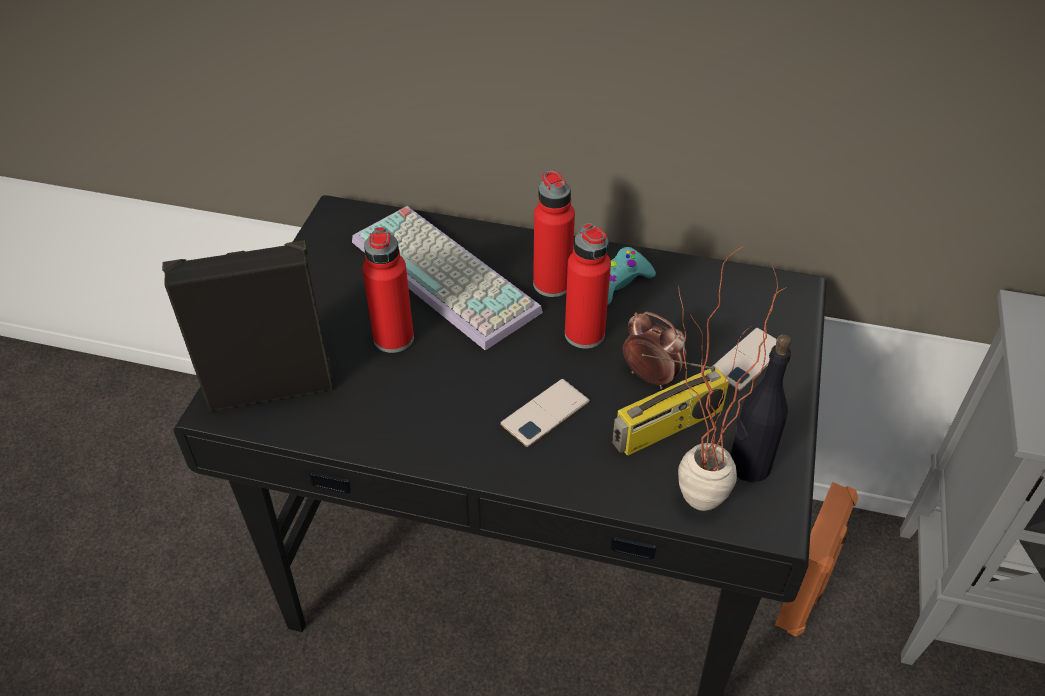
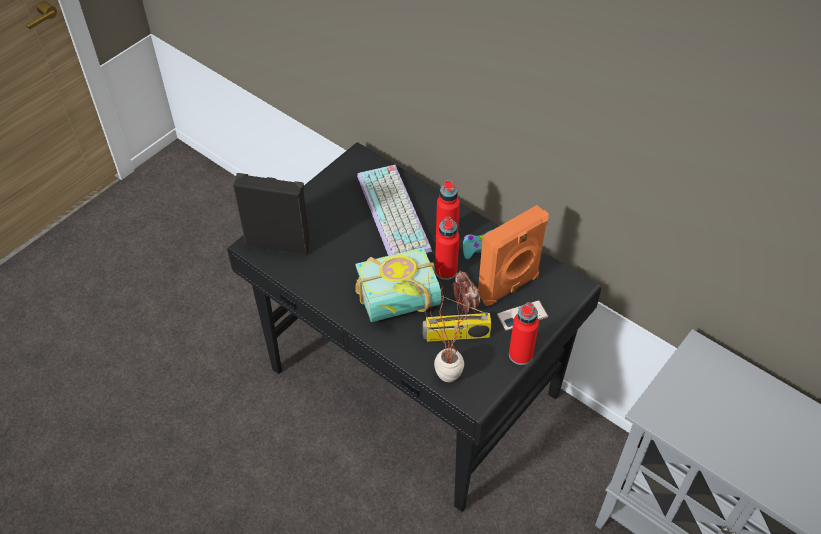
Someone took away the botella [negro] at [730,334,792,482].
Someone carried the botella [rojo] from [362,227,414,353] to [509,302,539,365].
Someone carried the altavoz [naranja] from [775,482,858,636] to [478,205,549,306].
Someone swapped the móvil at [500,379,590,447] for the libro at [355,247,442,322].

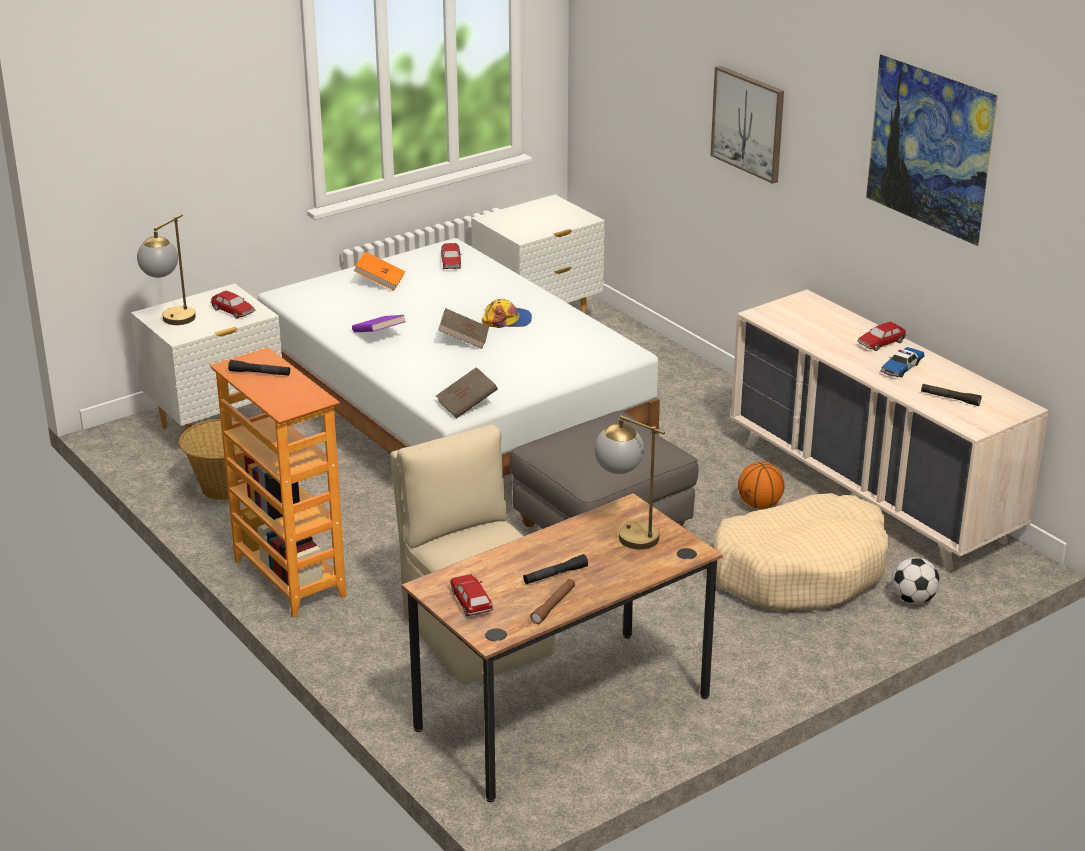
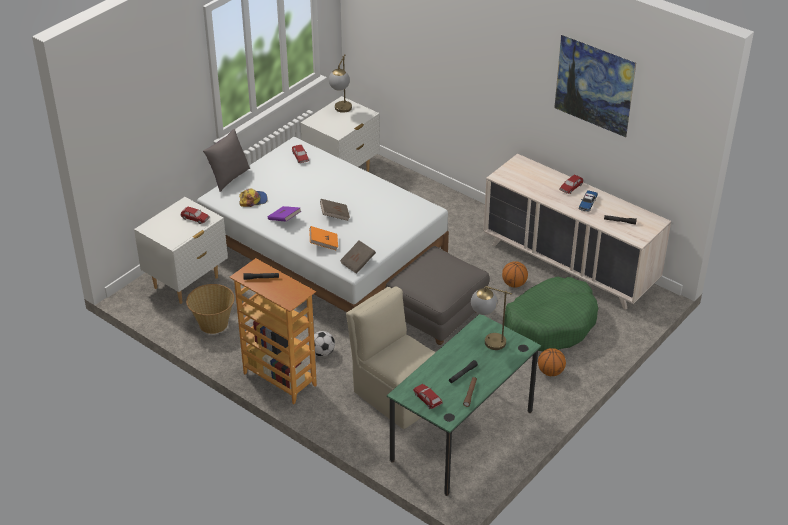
Someone took away the cuadro at [710,66,784,184].
Someone put down the cojín [gris] at [203,129,250,192].
Someone put down the balón de baloncesto at [538,348,566,376].
Someone carried the lámpara de mesa from [137,214,196,325] to [329,54,352,113].
Someone carried the libro [naranja] from [354,252,405,291] to [309,226,338,251].
Someone carried the gorra from [482,299,532,328] to [239,188,268,207].
Someone carried the balón de fútbol from [892,557,940,604] to [314,331,335,356].
Someone repainted the escritorio [marrón] at [402,493,723,802], which became the escritorio [verde] at [387,314,541,496].
Someone repainted the cama para perro [beis] at [714,493,888,611], which became the cama para perro [verde] at [504,277,598,351].

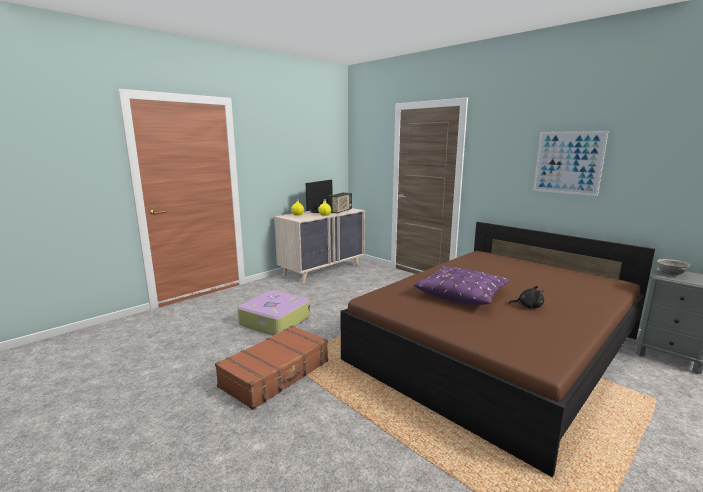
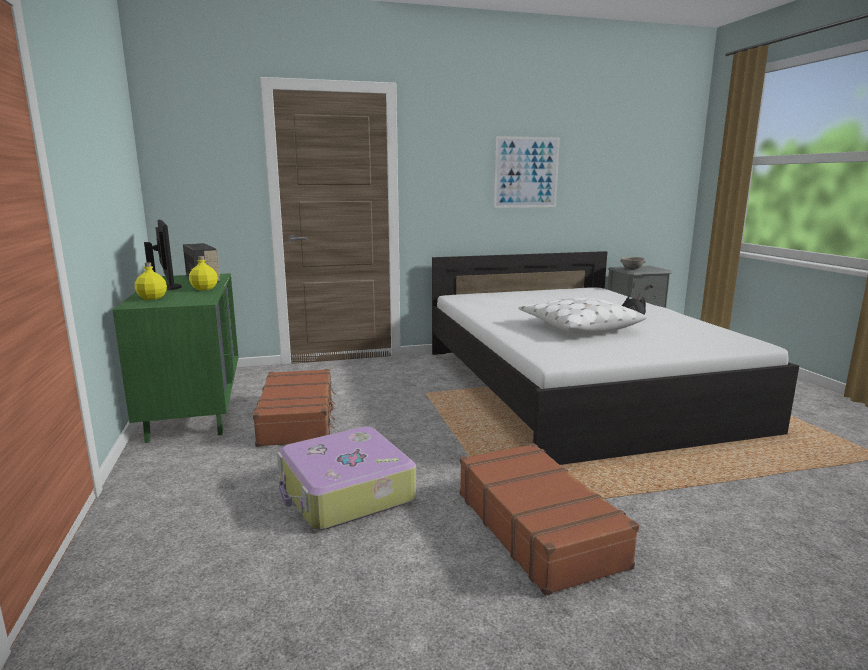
Someone put down the maleta [marrón] at [253,369,336,447].
Someone repainted the cómoda [beis] at [274,208,365,284], which became the cómoda [verde] at [113,273,239,443].
Someone repainted the cama [marrón] at [340,222,655,477], which became the cama [blanco] at [432,251,799,465].
Someone repainted the cojín [morado] at [413,266,510,305], which became the cojín [blanco] at [518,297,647,334].

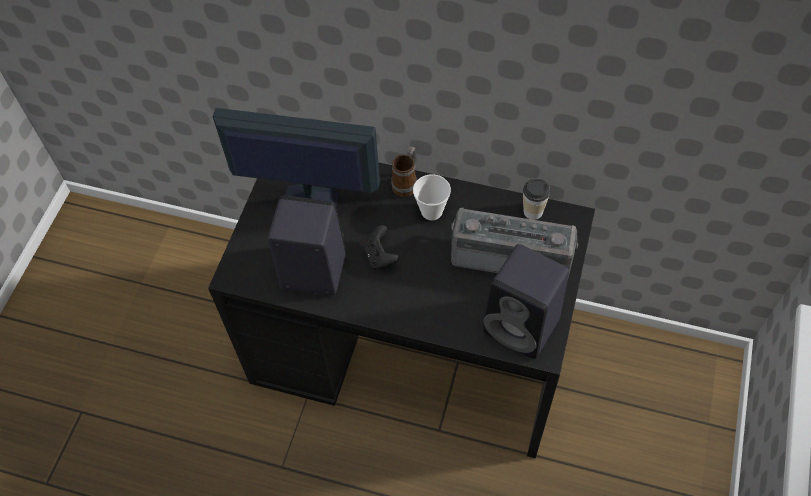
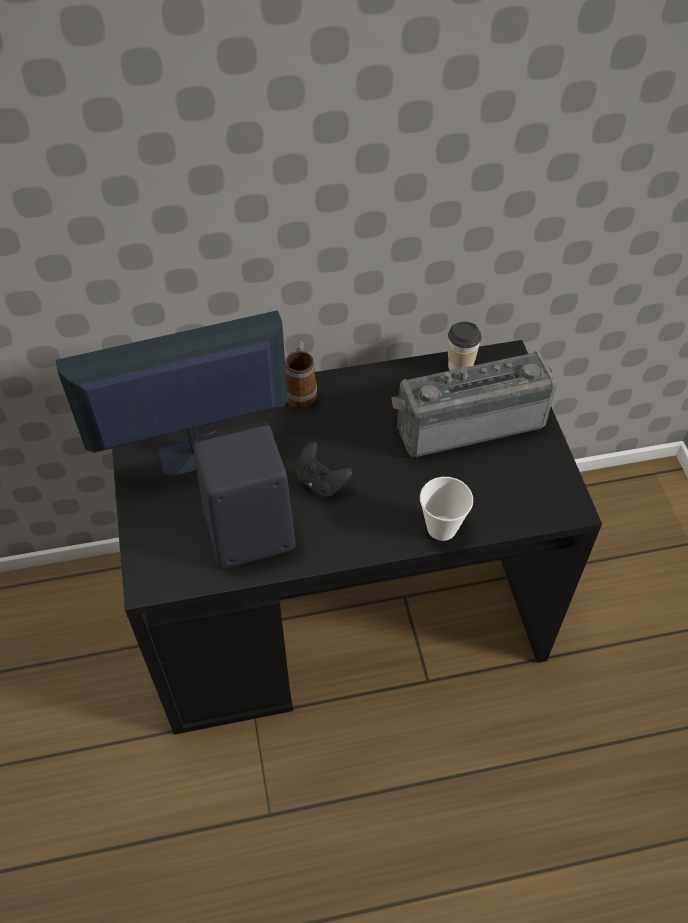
Someone took away the altavoz [negro] at [483,244,569,359].
Someone carried the taza from [413,174,451,220] to [420,477,473,541].

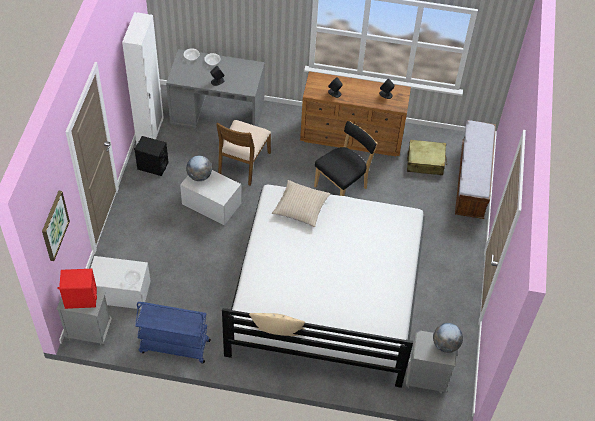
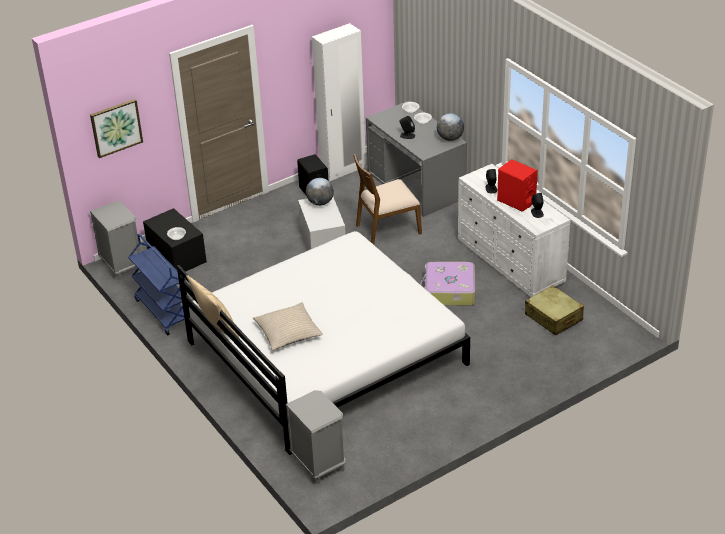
Someone took away the banco at [455,120,496,219].
Someone carried the altavoz [rojo] from [57,269,97,309] to [497,159,538,212].
Someone carried the cojín [beis] from [272,180,330,227] to [253,302,323,351].
Someone carried the globo terráqueo from [433,323,463,353] to [437,113,464,141].
Someone swapped the silla [negro] at [314,121,378,196] for the maleta at [420,262,475,306].
Someone repainted the caja de almacenaje [blanco] at [91,256,150,309], which became the caja de almacenaje [negro] at [143,208,207,272].
Someone repainted the cómoda [marrón] at [300,71,411,156], which became the cómoda [blanco] at [458,164,571,297].

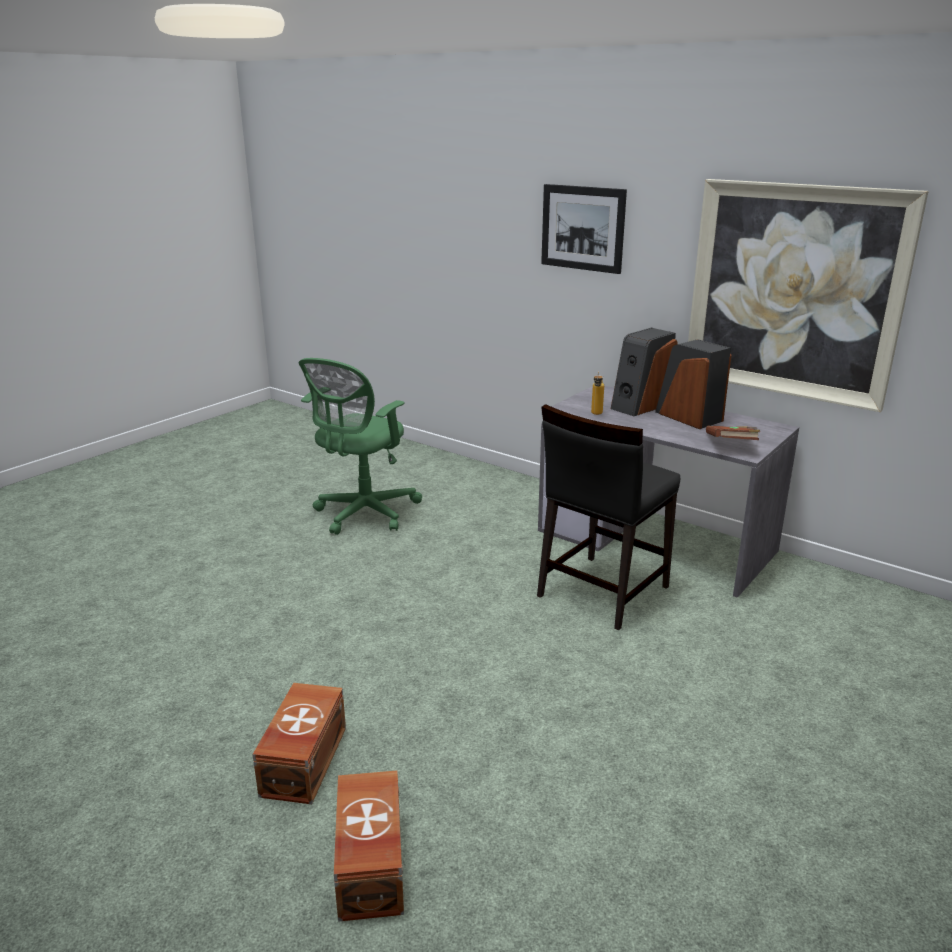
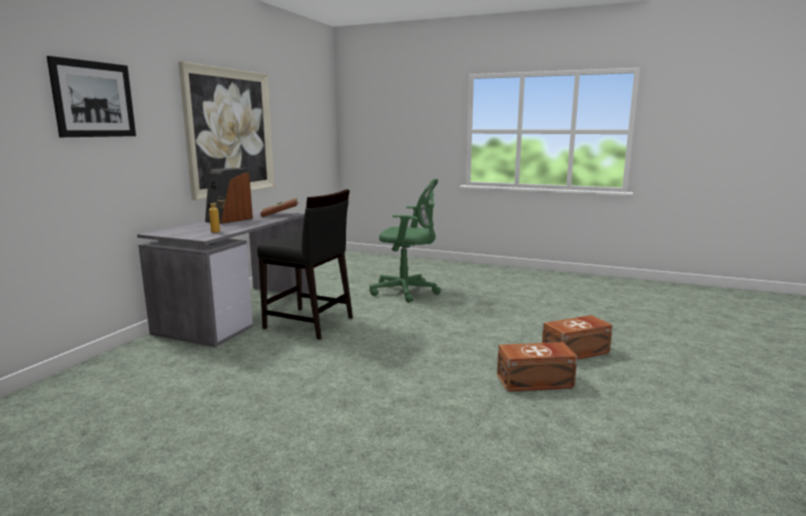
Someone took away the altavoz at [611,328,678,416].
Someone carried the silla de oficina [verde] from [299,358,422,535] to [369,179,441,303].

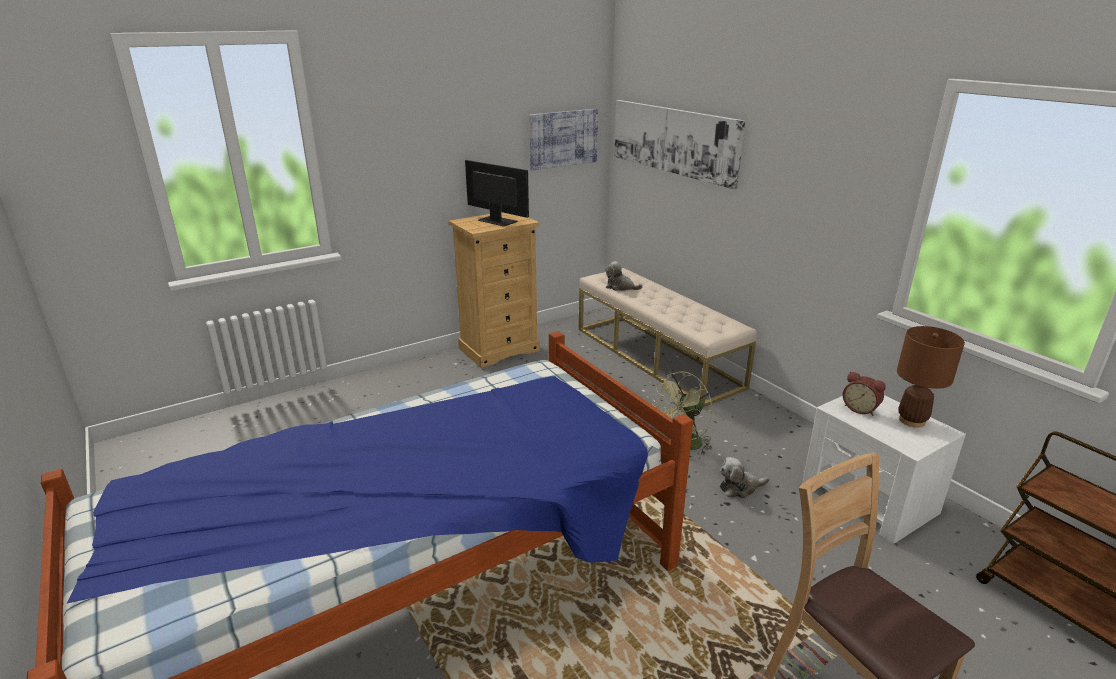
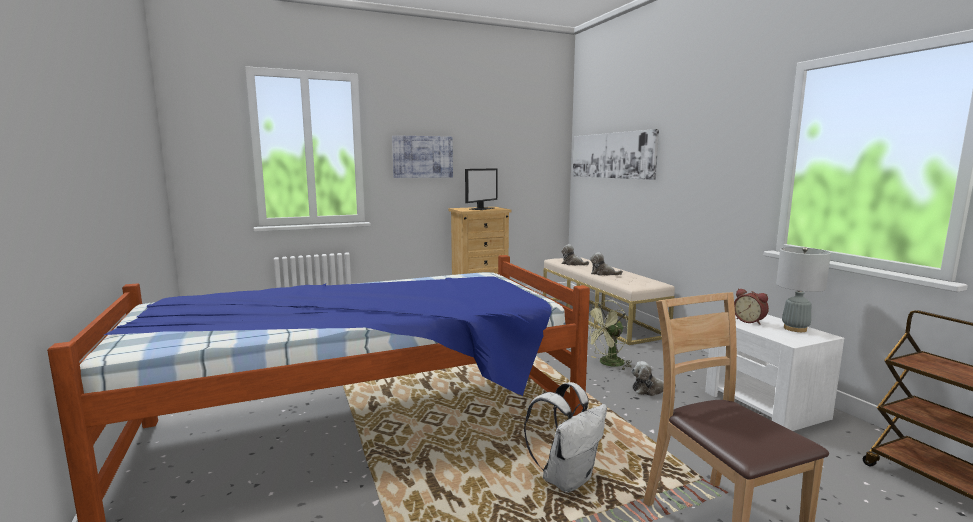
Someone put down the mochila [blanco] at [524,382,607,493].
Someone put down the peluche at [590,252,623,276].
Someone carried the cuadro from [529,109,598,170] to [392,135,453,178].
Someone repainted the lámpara de mesa [marrón] at [897,326,965,428], which became the lámpara de mesa [gris] at [776,247,831,332].
Someone rotated the monitor at [465,160,529,227] by 75 degrees clockwise.

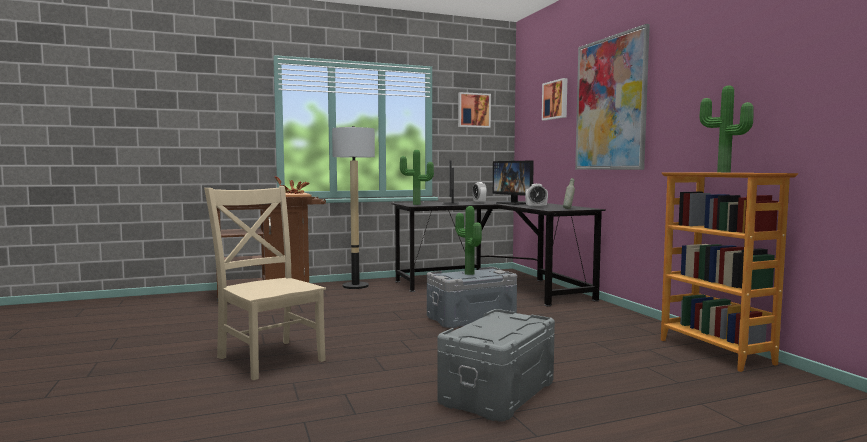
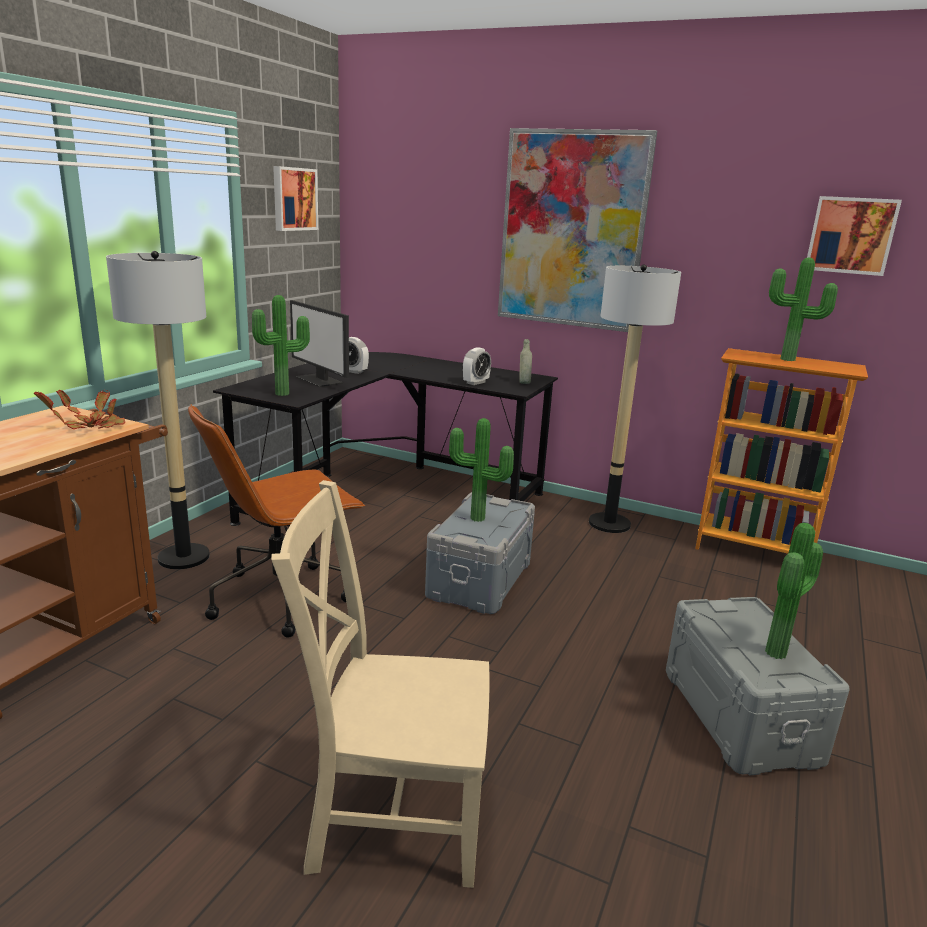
Someone took away the monitor at [493,160,534,205].
Someone put down the silla de oficina [marrón] at [188,404,365,638].
Someone put down the lámpara de pie at [589,264,681,533].
Someone put down the planta en maceta at [765,523,823,659].
Someone carried the cuadro from [542,78,567,120] to [807,196,902,276].

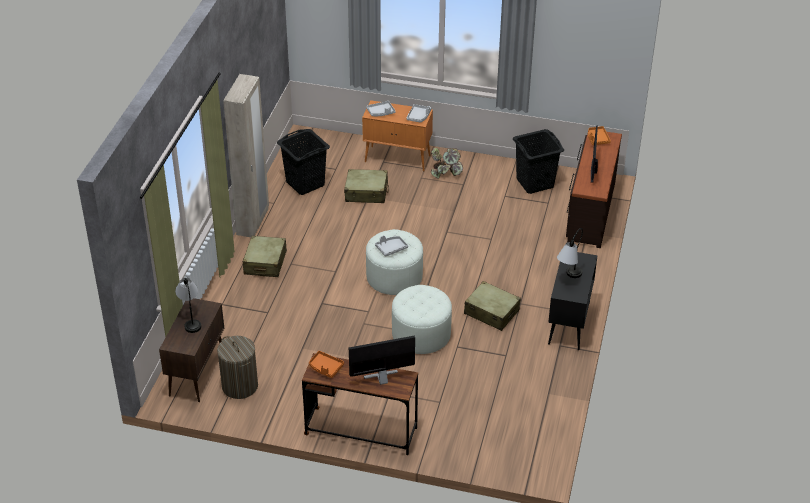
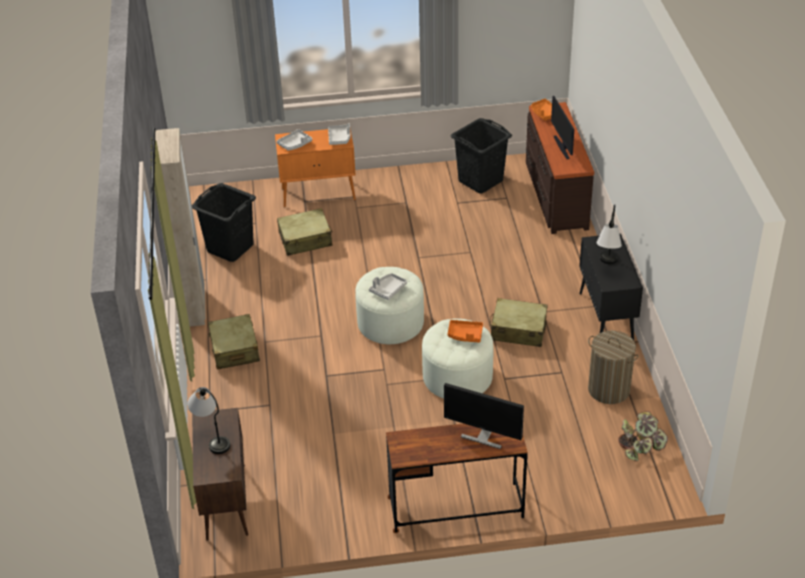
Someone carried the cesto de la ropa from [217,336,258,399] to [588,331,638,404].
Someone carried the bandeja [naranja] from [309,351,344,378] to [448,320,483,342].
Someone carried the planta en maceta from [431,148,463,179] to [618,411,668,461].
Someone rotated the monitor at [349,336,415,385] by 120 degrees counterclockwise.

